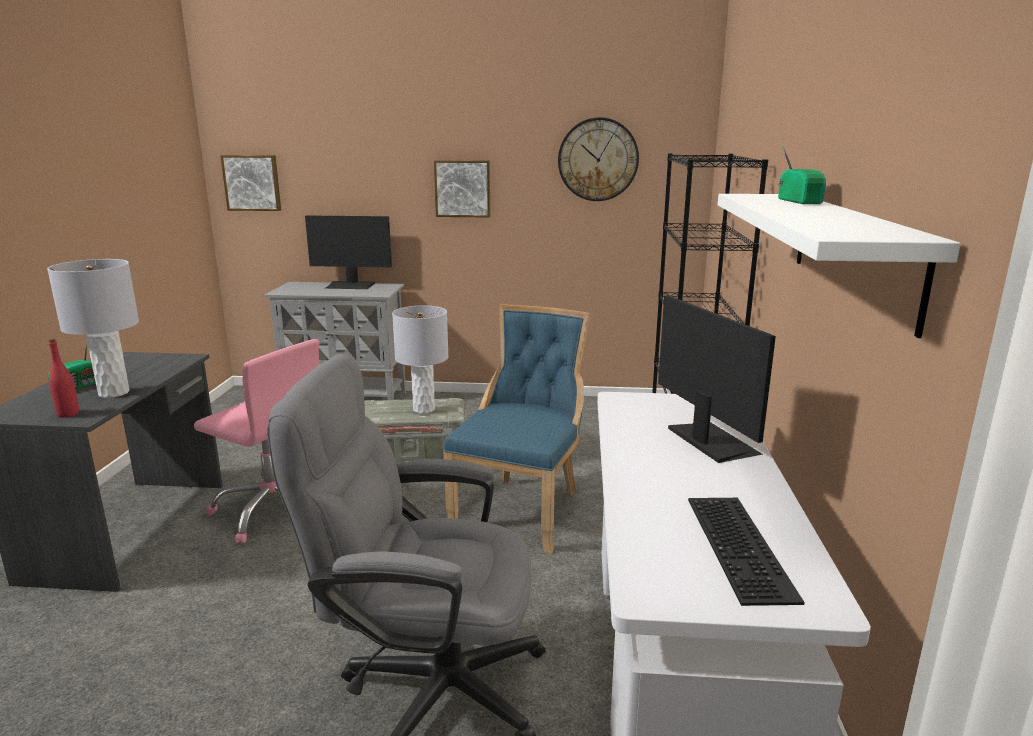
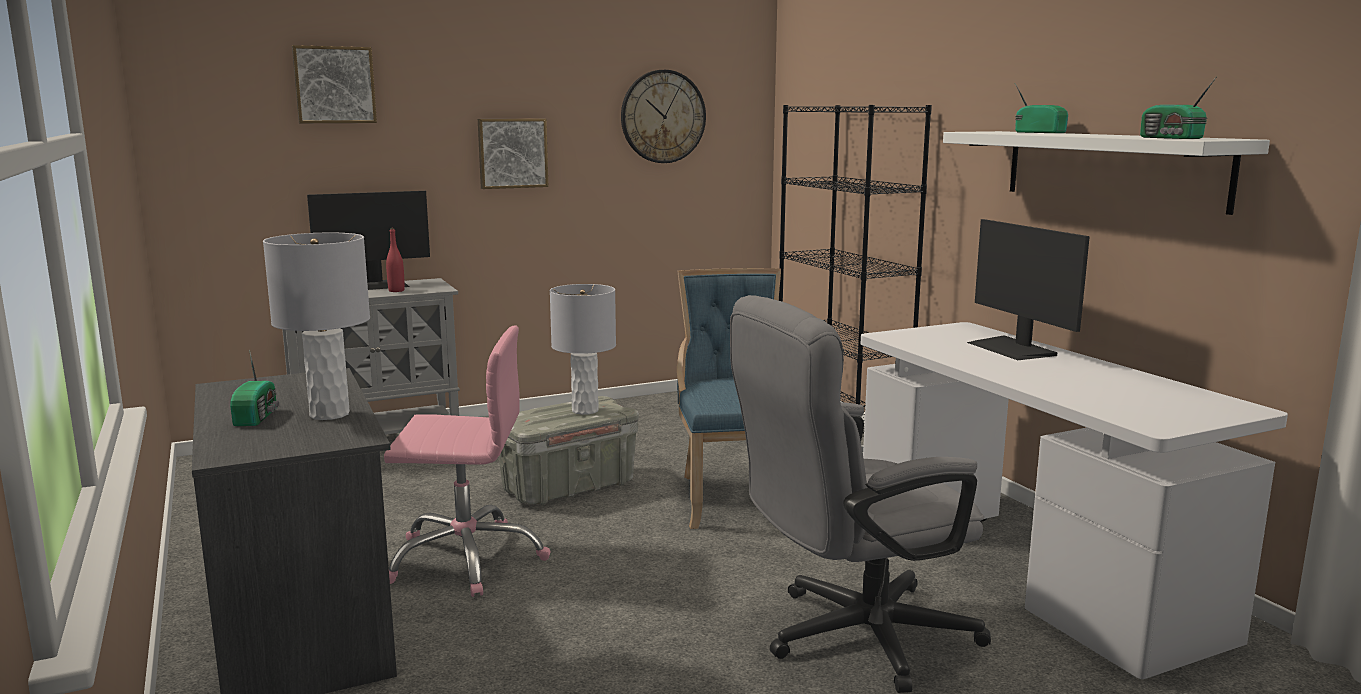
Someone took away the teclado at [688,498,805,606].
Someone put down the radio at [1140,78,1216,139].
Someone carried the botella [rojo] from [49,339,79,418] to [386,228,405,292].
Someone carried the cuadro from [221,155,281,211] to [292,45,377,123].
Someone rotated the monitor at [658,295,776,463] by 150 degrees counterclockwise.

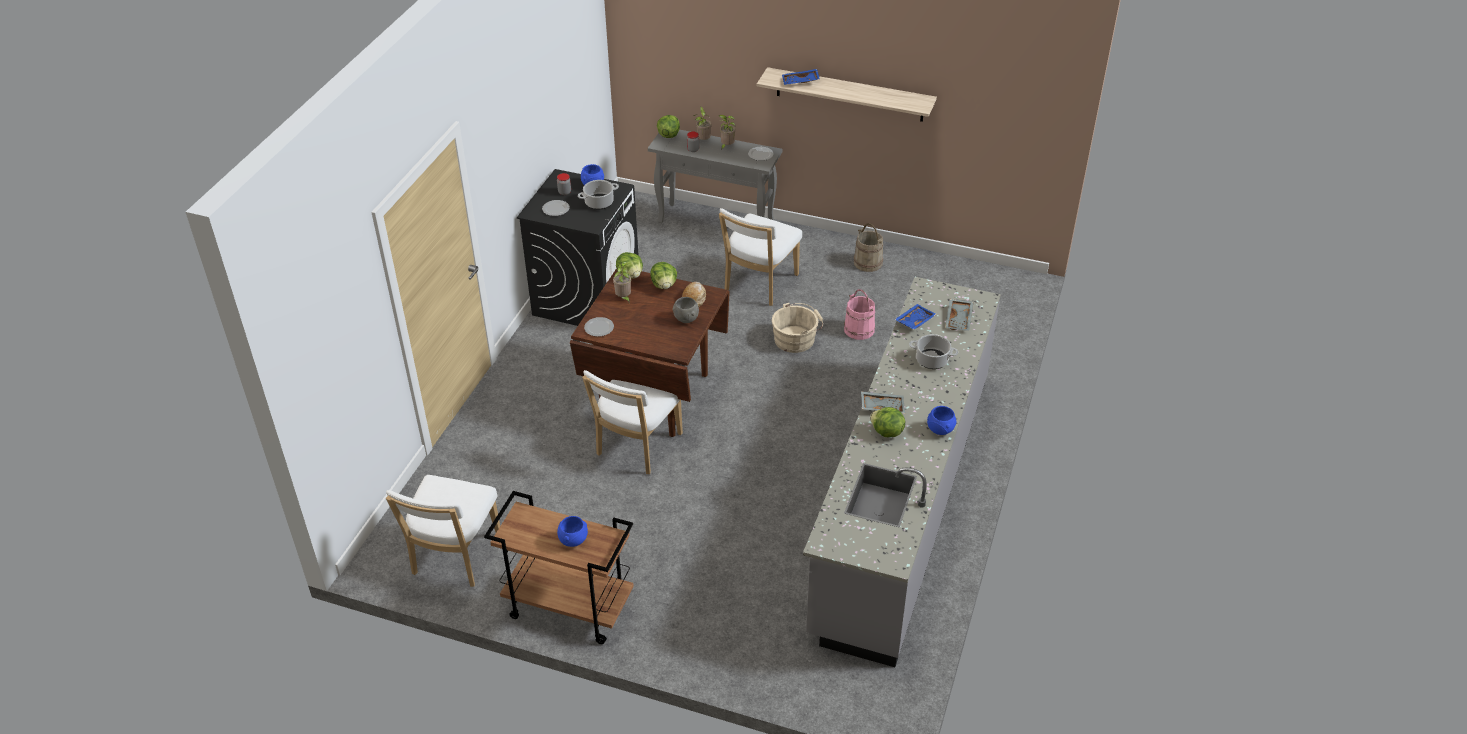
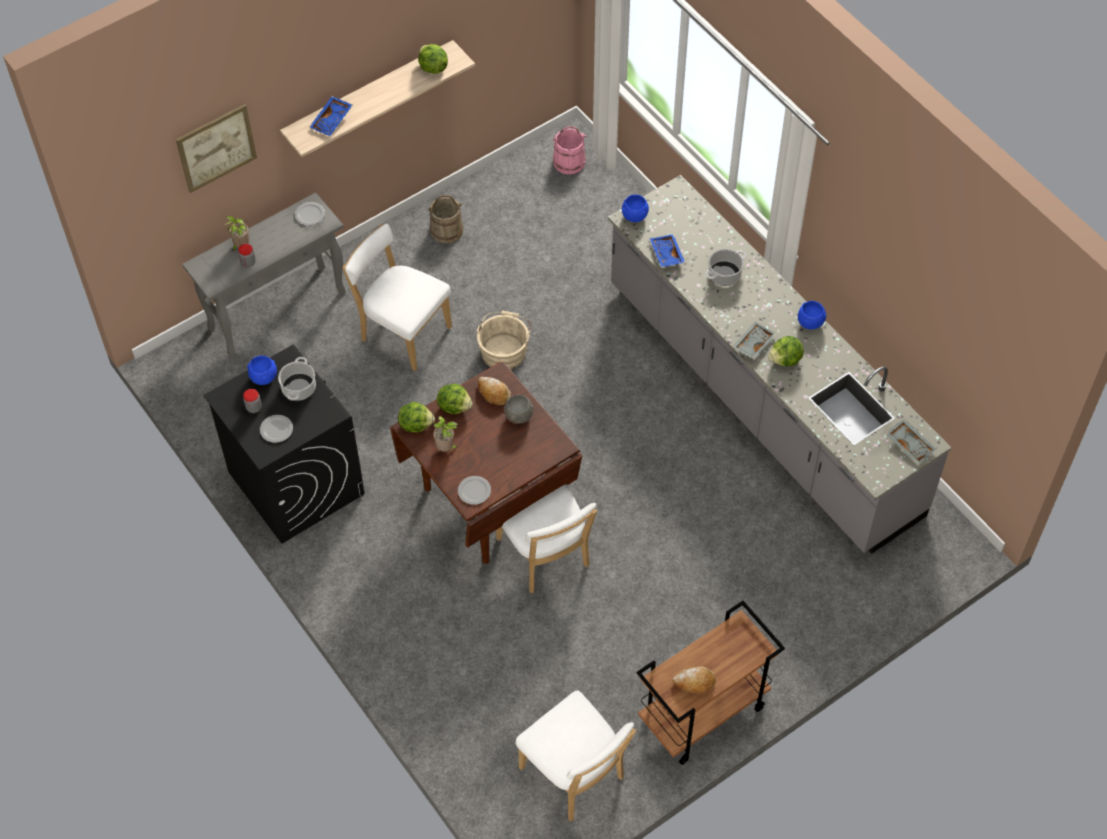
Someone took away the planta en maceta at [719,115,736,150].
Someone put up the cuadro at [176,104,257,193].
Someone put down the pan at [672,667,716,693].
Someone carried the cuenco [azul] from [557,516,588,547] to [622,195,649,222].
Someone carried the lechuga from [657,115,680,138] to [418,44,448,74].
Someone carried the cubo [rosa] from [844,289,875,340] to [552,126,586,175].
Someone carried the bandeja [gris] from [945,299,974,331] to [886,419,936,465].
Someone rotated the silla [blanco] at [719,208,802,306] by 150 degrees clockwise.

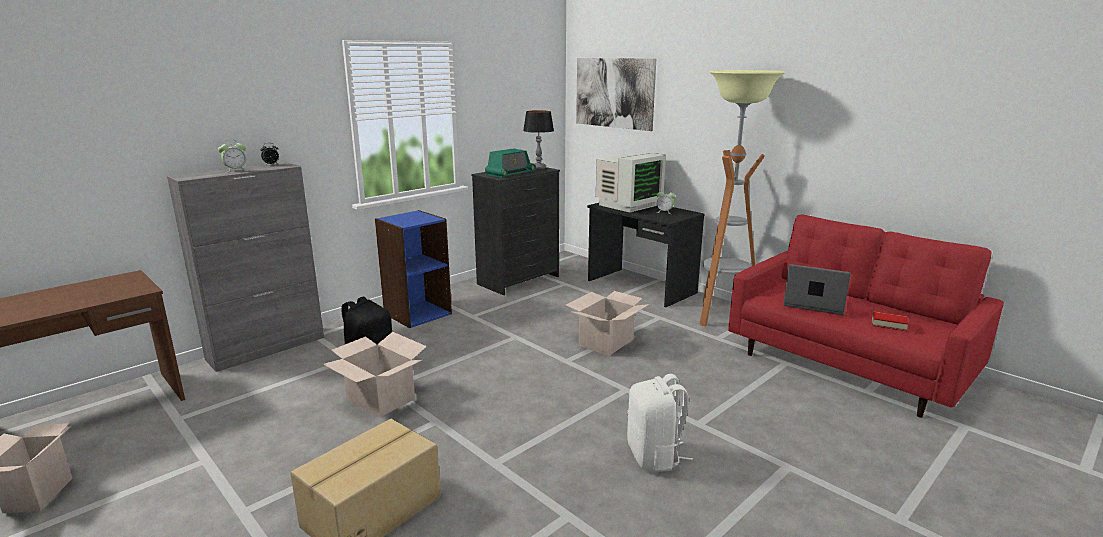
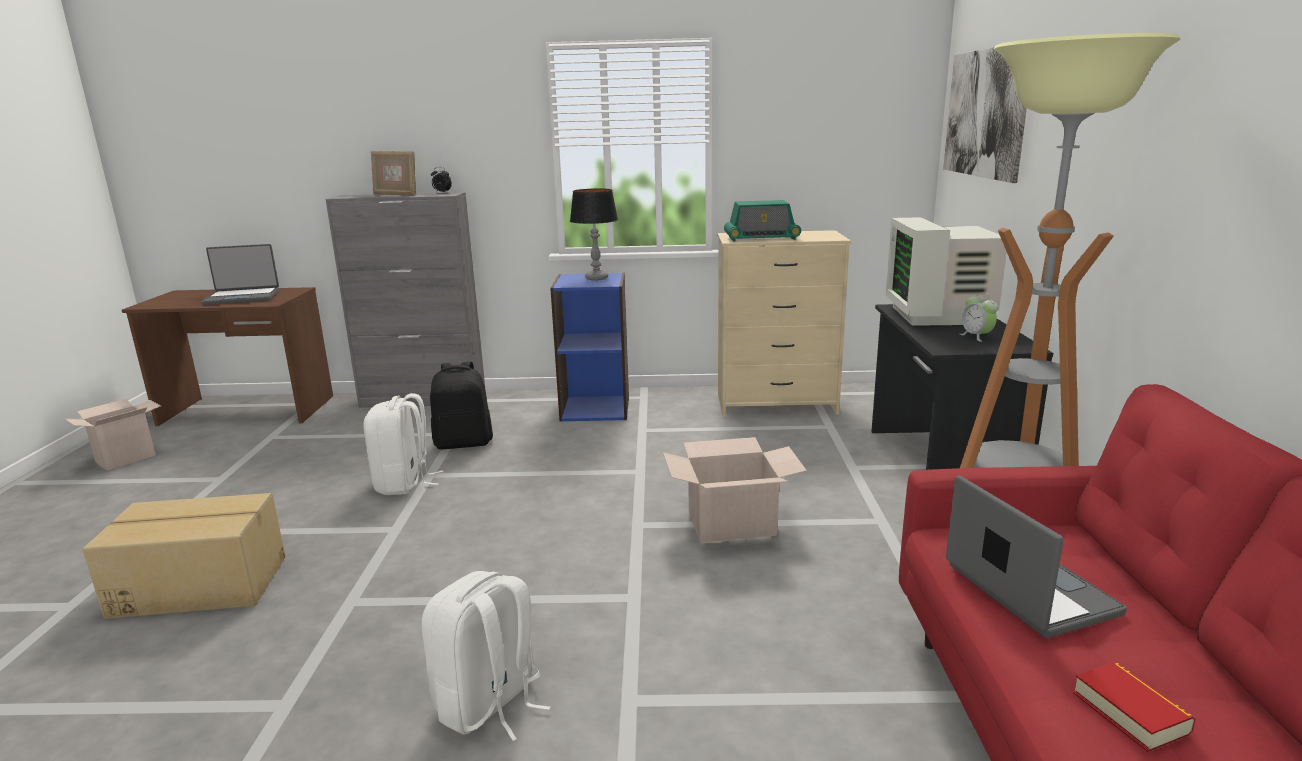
Someone put down the portátil at [202,244,279,305].
Someone carried the lámpara de mesa from [523,110,554,169] to [570,188,618,281].
Someone swapped the despertador at [218,139,248,173] for the portarretratos at [371,151,416,196].
Someone swapped the caja de cartón at [323,332,427,417] for the mochila [blanco] at [363,393,443,495].
Someone repainted the cómoda [negro] at [471,167,560,295], which became the cómoda [beis] at [717,230,851,417].
Someone rotated the monitor at [596,153,666,213] by 90 degrees clockwise.

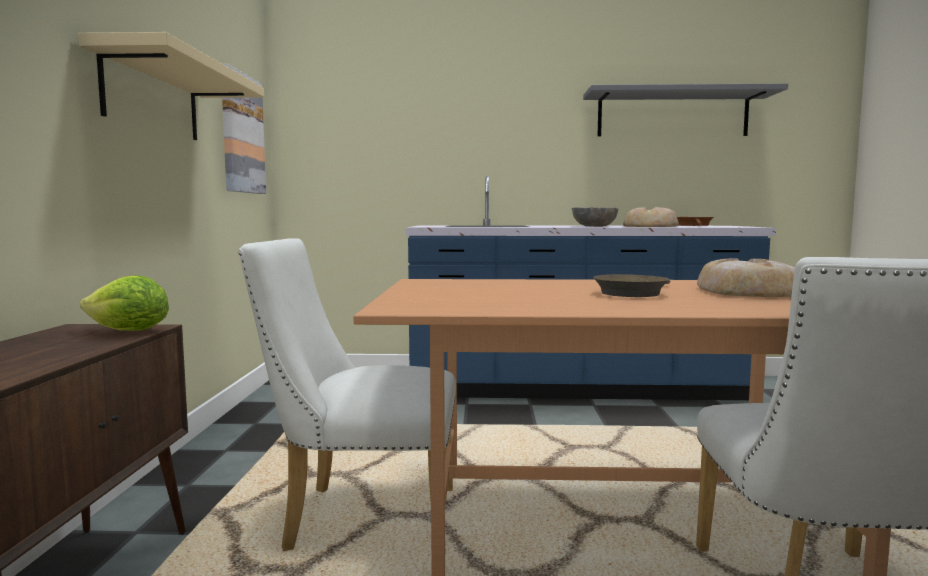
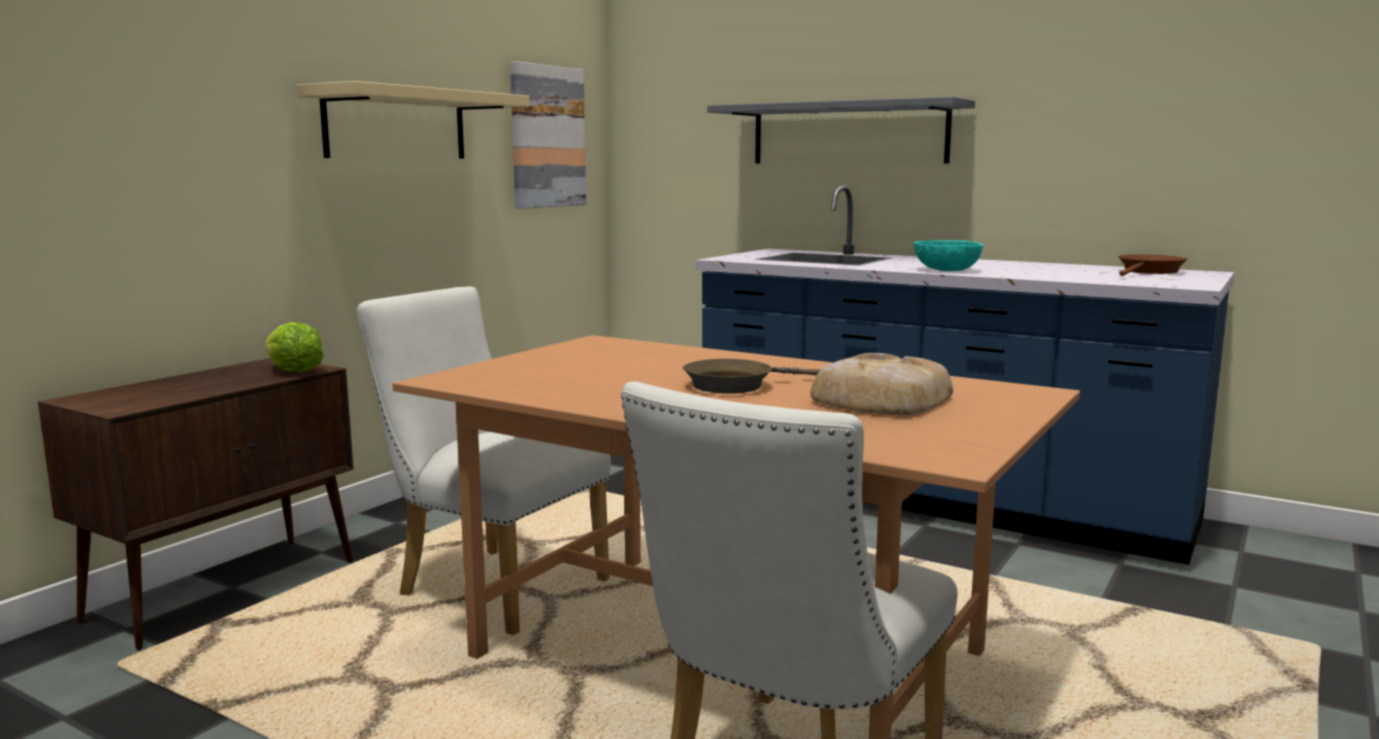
Someone took away the pan at [623,207,679,227].
Someone carried the estante [gris] from [583,83,788,137] to [707,97,975,164].
Someone repainted the cuenco [gris] at [572,207,618,227], which became the cuenco [turquesa] at [914,240,983,271].

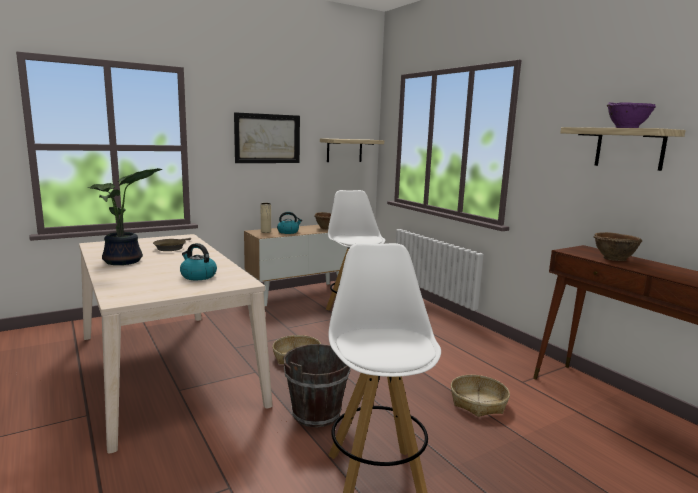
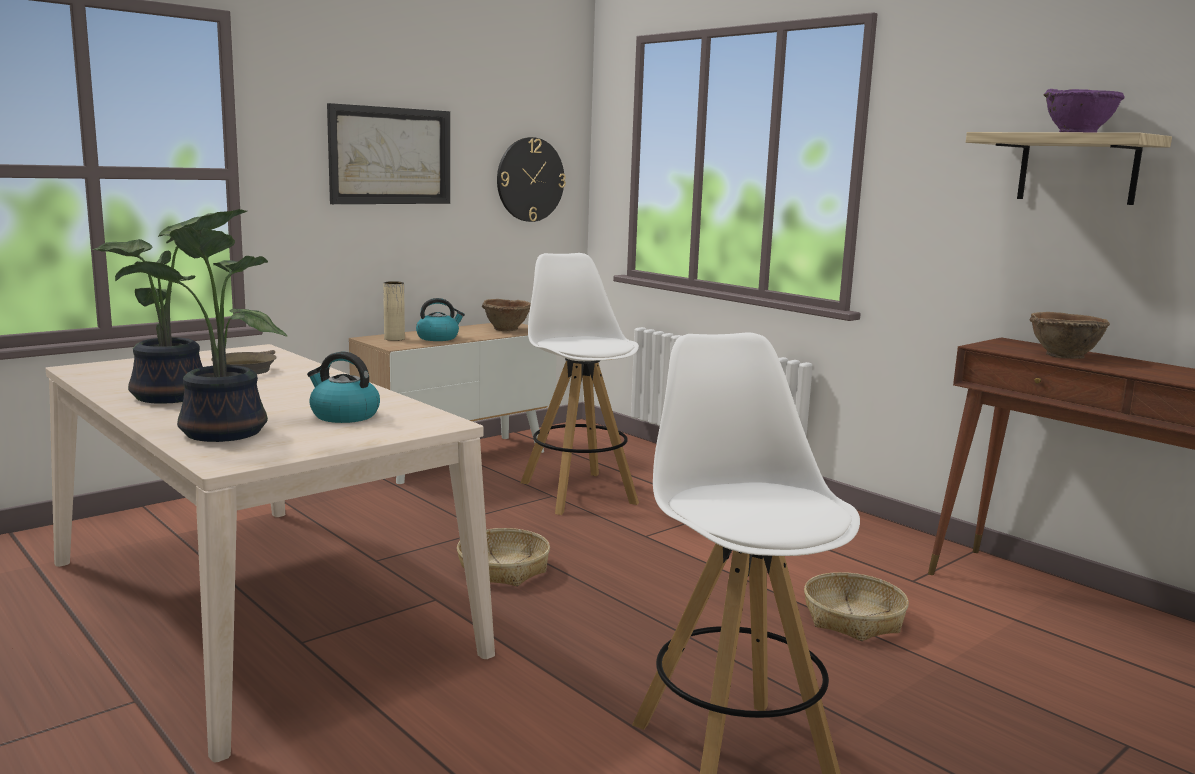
Someone took away the cubo [marrón] at [283,344,351,427].
Someone put down the planta en maceta at [115,226,287,442].
Someone swapped the estante at [320,138,384,162] for the reloj de pared at [497,137,566,222].

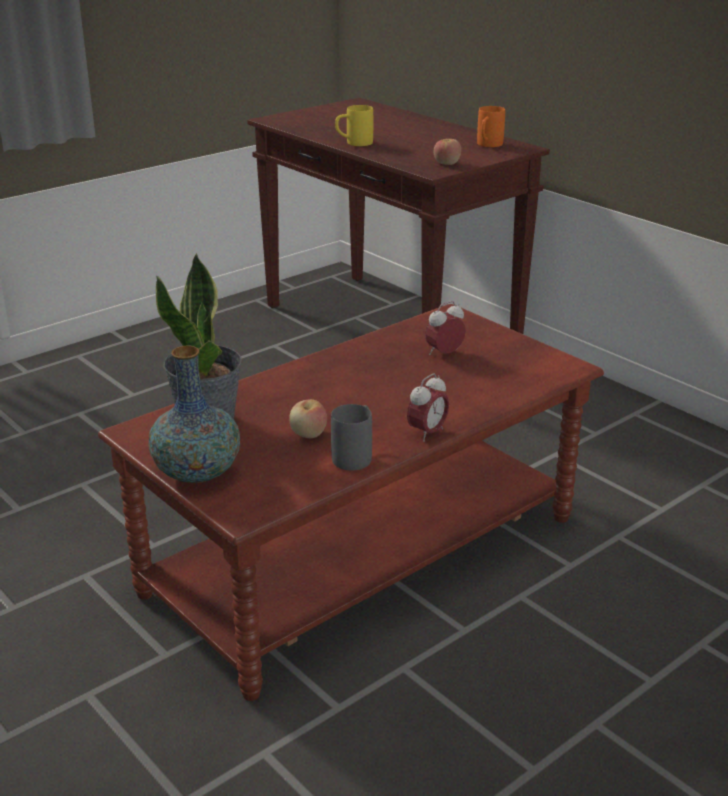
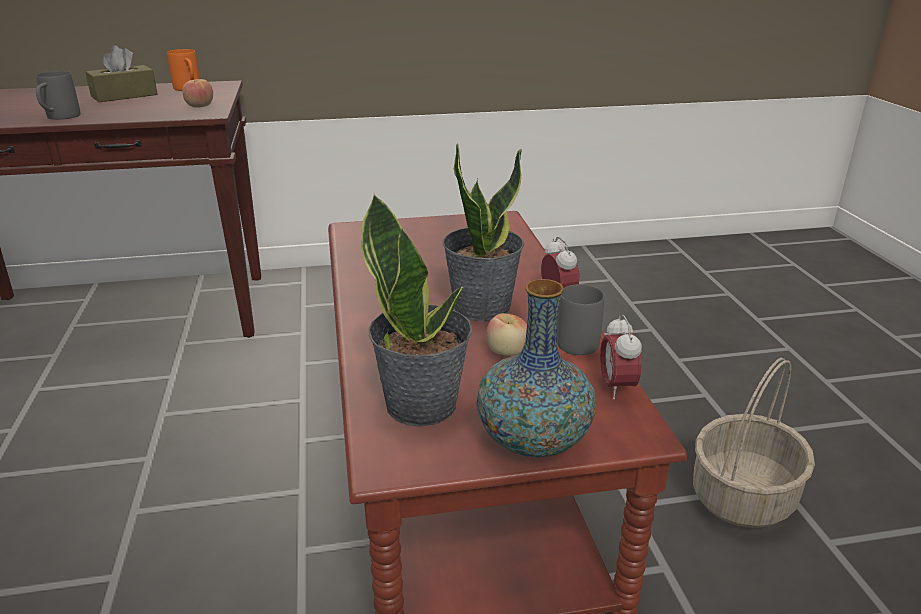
Someone put down the caja de pañuelos [marrón] at [85,45,157,102].
Someone put down the planta en maceta at [442,143,524,321].
Someone put down the cesta at [693,357,815,528].
Someone carried the despertador from [425,301,466,355] to [600,315,642,400].
Someone repainted the taza grande [amarillo] at [335,105,373,146], which became the taza grande [gris] at [36,71,81,120].

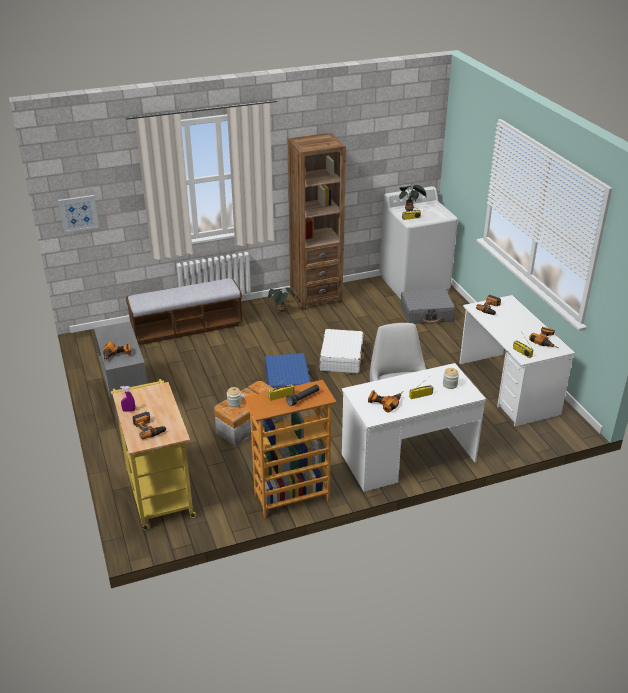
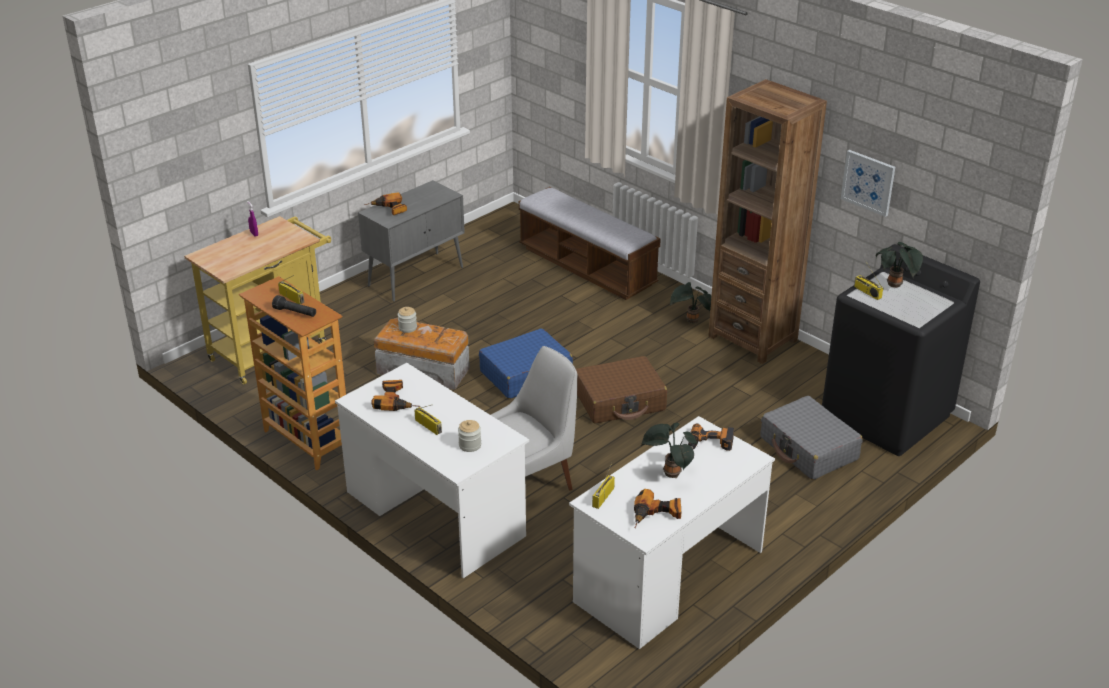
Someone took away the taladro at [132,412,167,439].
Someone put down the planta en maceta at [641,423,698,478].
Someone carried the cuadro from [58,195,99,233] to [841,150,895,217].
Someone repainted the maleta [blanco] at [320,329,365,374], which became the maleta [marrón] at [576,356,667,424].
Someone repainted the lavadora [blanco] at [379,186,458,299], which became the lavadora [negro] at [822,244,980,456].

